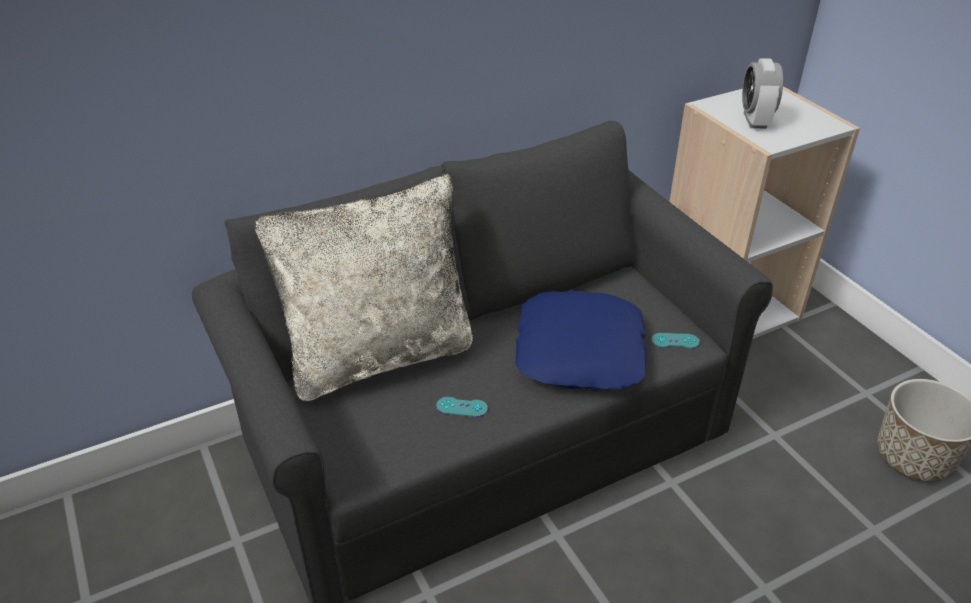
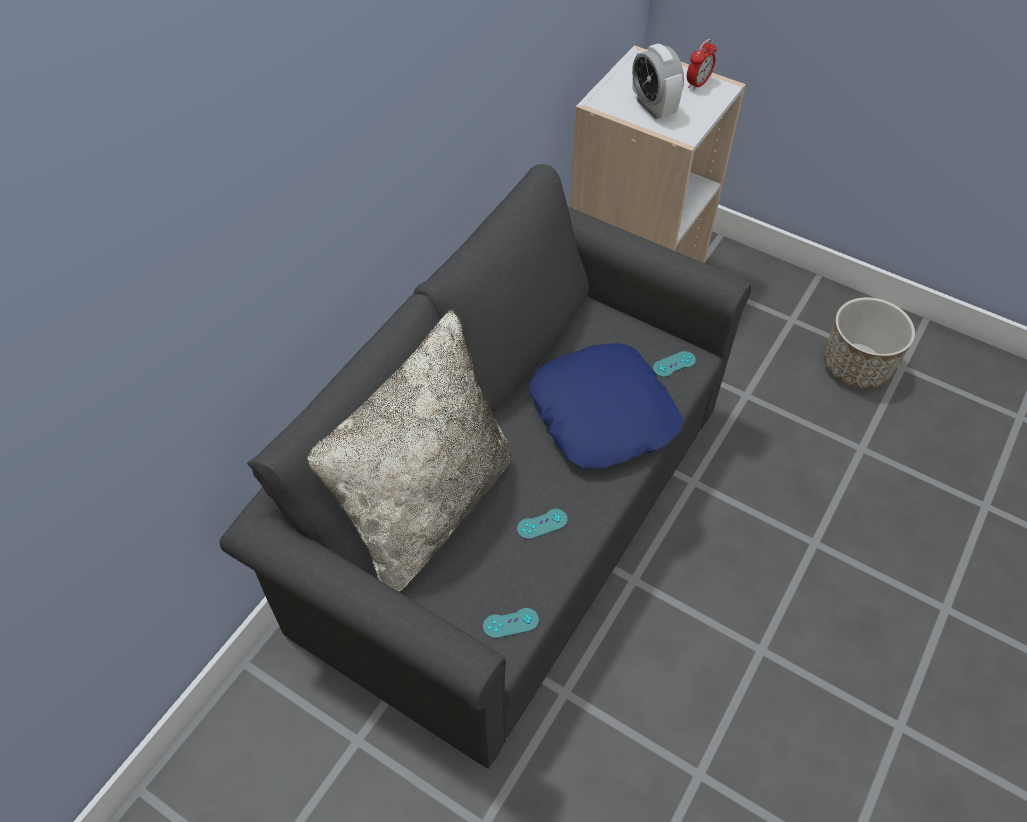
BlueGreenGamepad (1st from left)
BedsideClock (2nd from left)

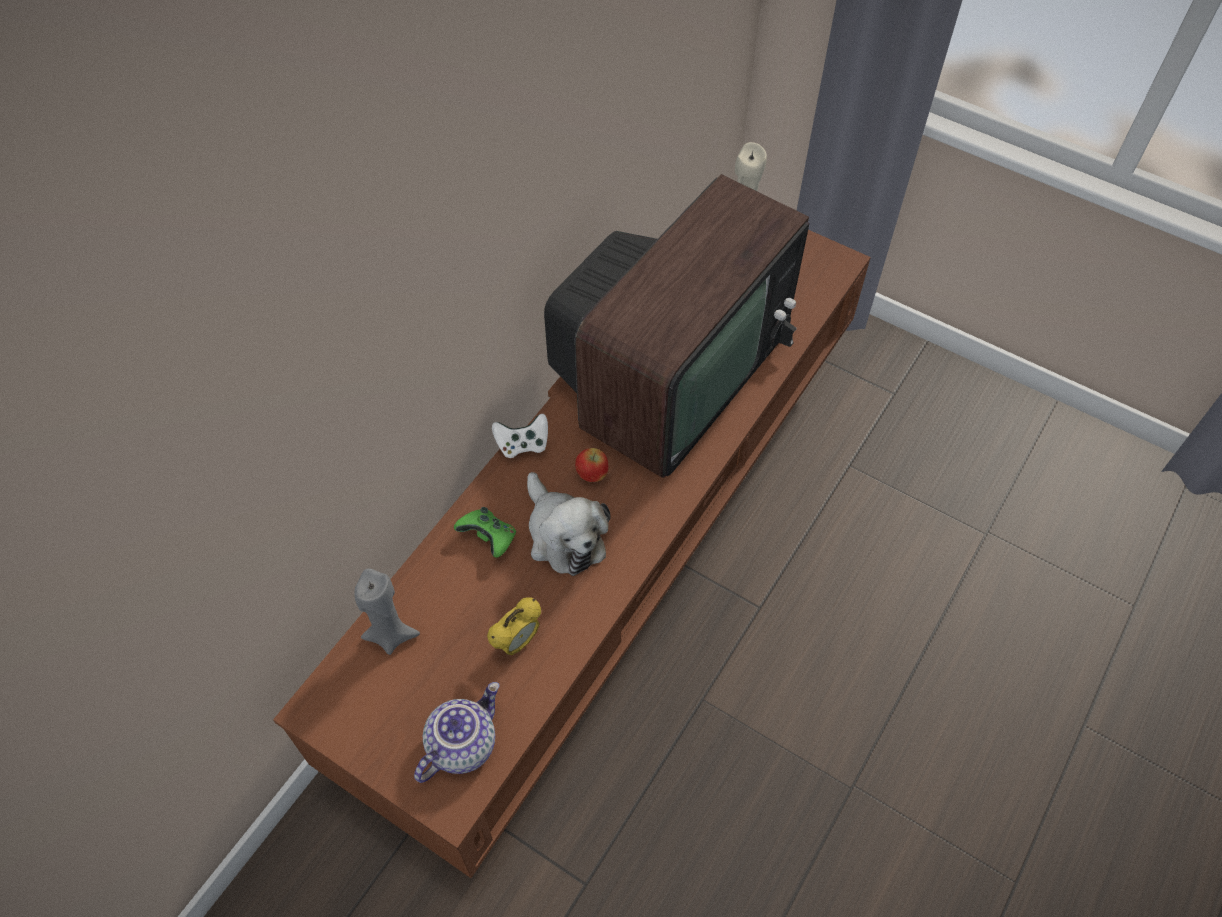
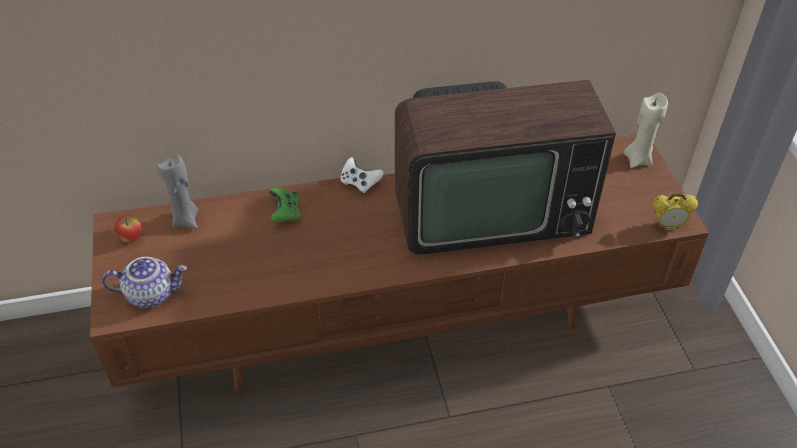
BedsideClock
SoftToy
WholeApple

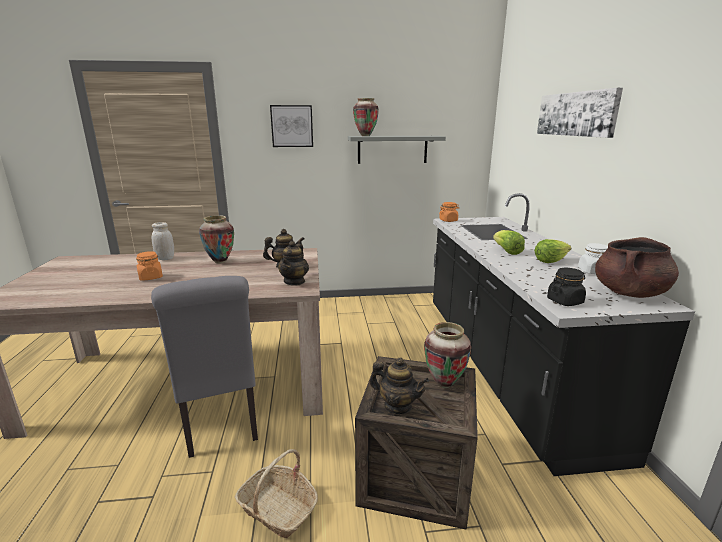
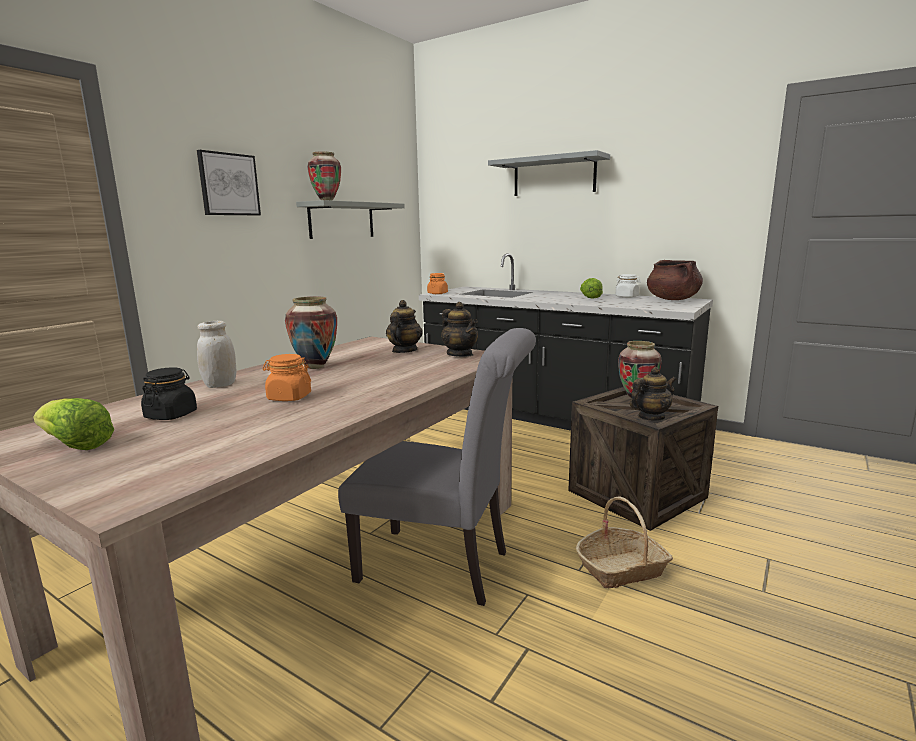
HeadOfLettuce (1st from left)
GrayShelf (2nd from left)
BlackStorageJar

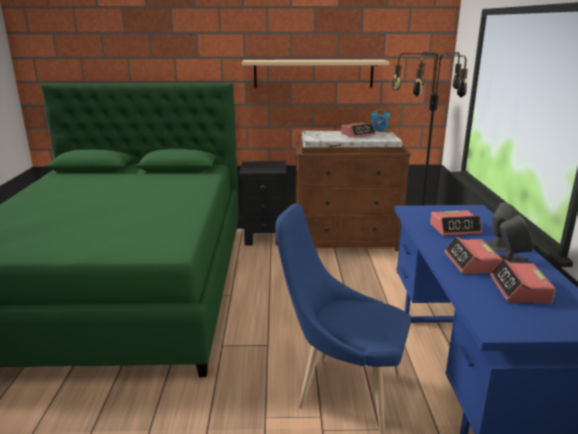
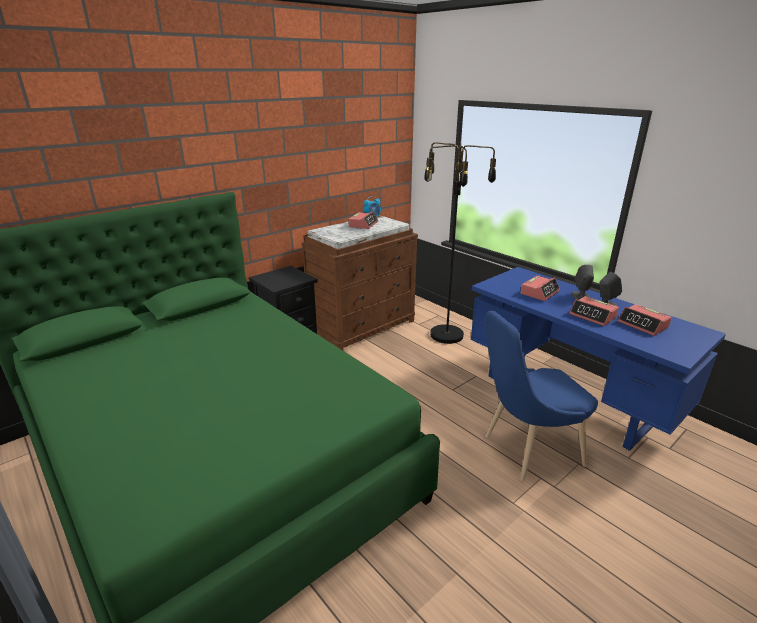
BeigeColouredShelf

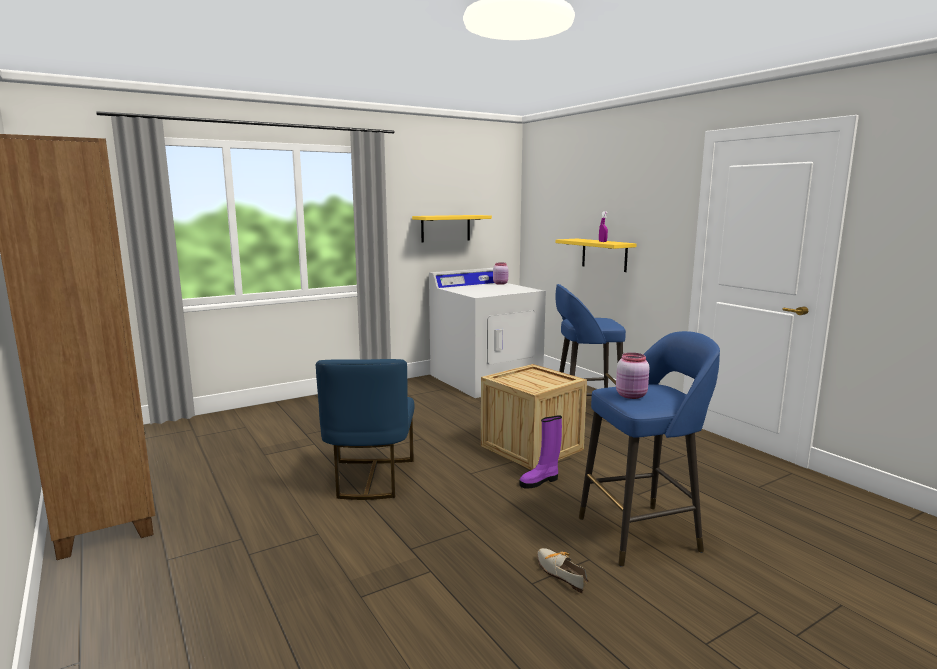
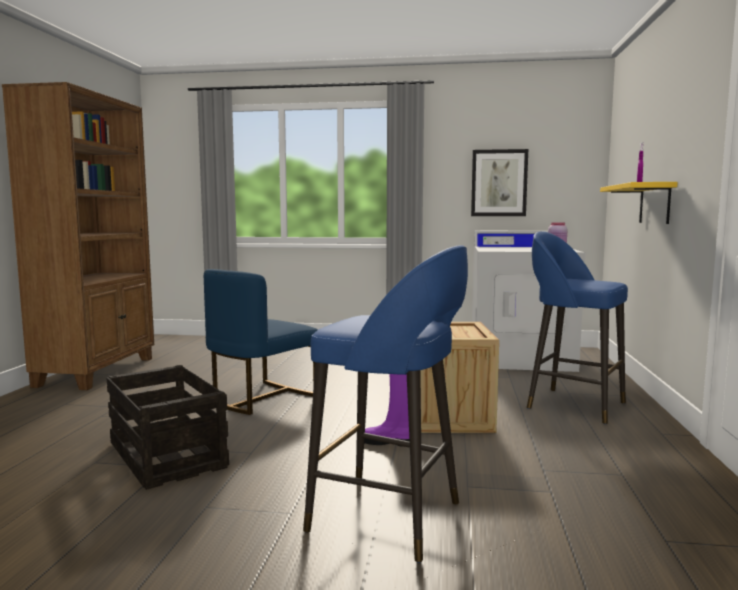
WallArt
Shoe
PinkColouredStorageJar (2nd from left in the first image)
ShippingCrate (1st from left)

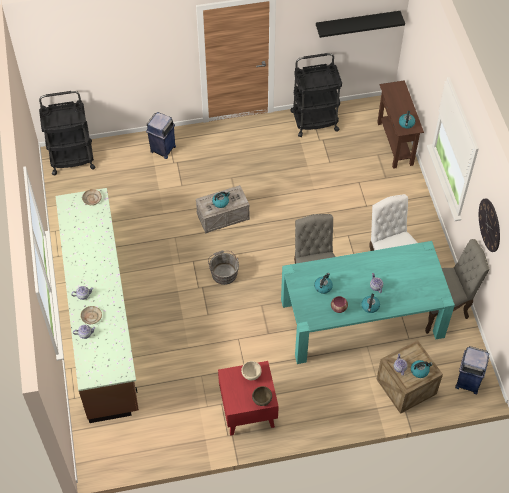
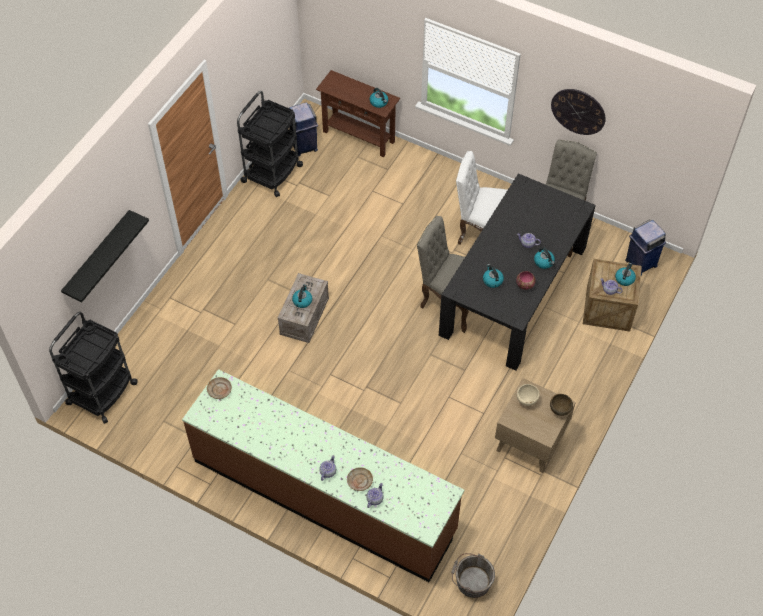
BlueColouredWasteBin (1st from left)
GrayBucket
BeigeColouredNightstand
BlackDiningTable
BlackShelf

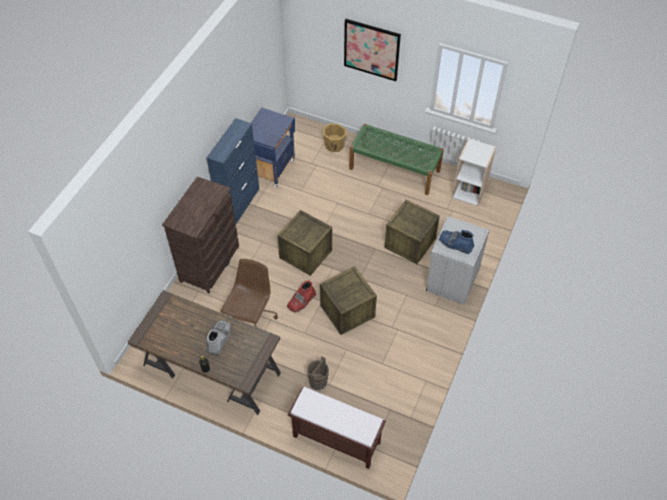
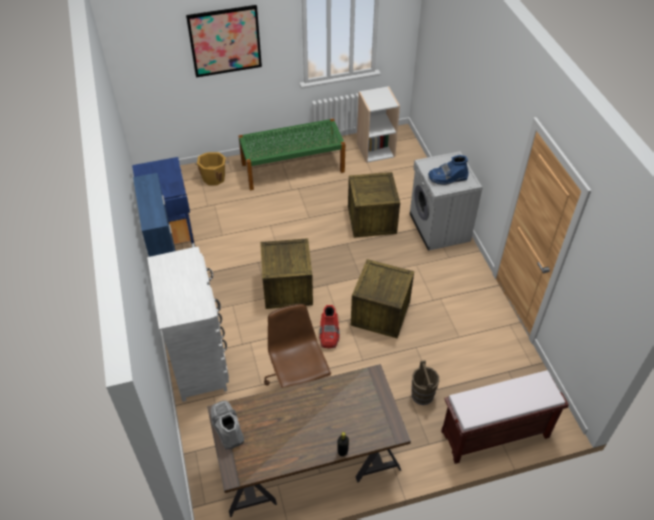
WhiteDresser
GrayBoot

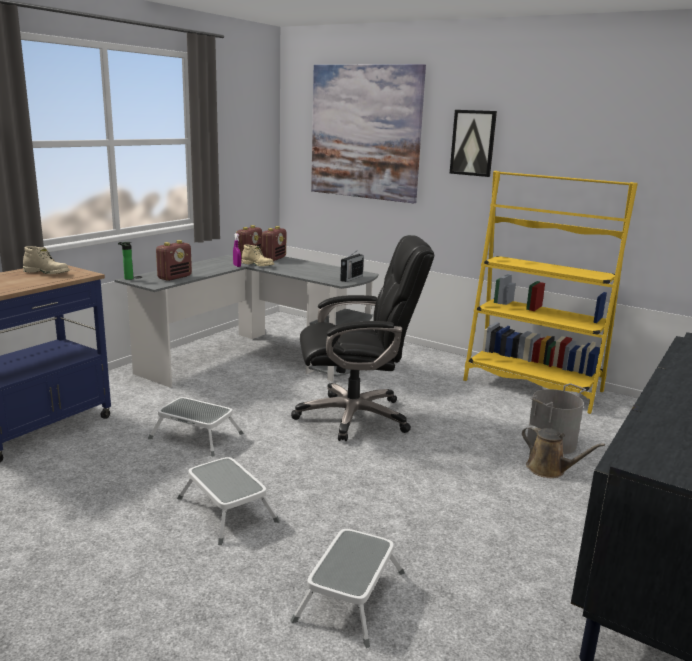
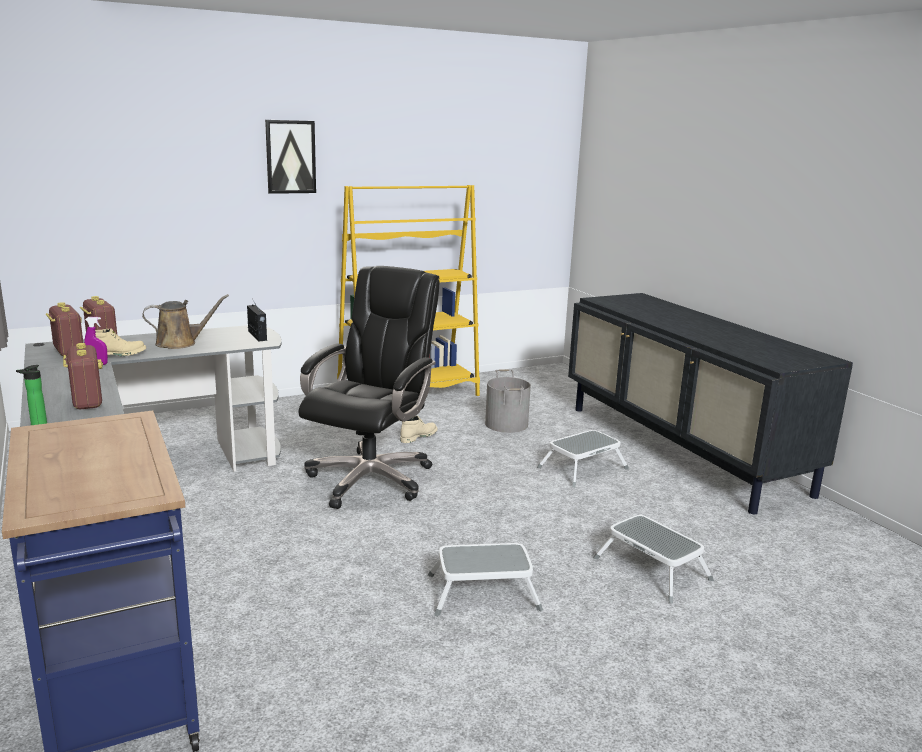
BeigeColouredBoot (2nd from left)
GrayStepStool (2nd from left)
WallArt (1st from left in the first image)
BrownColouredWateringPot

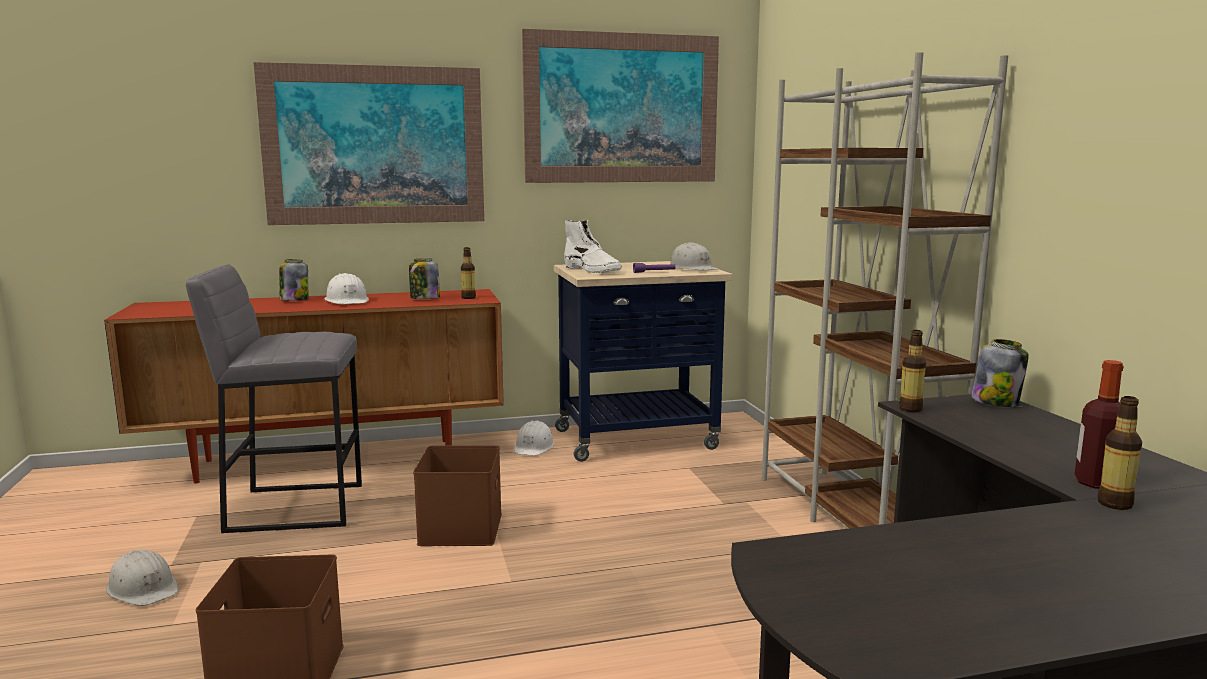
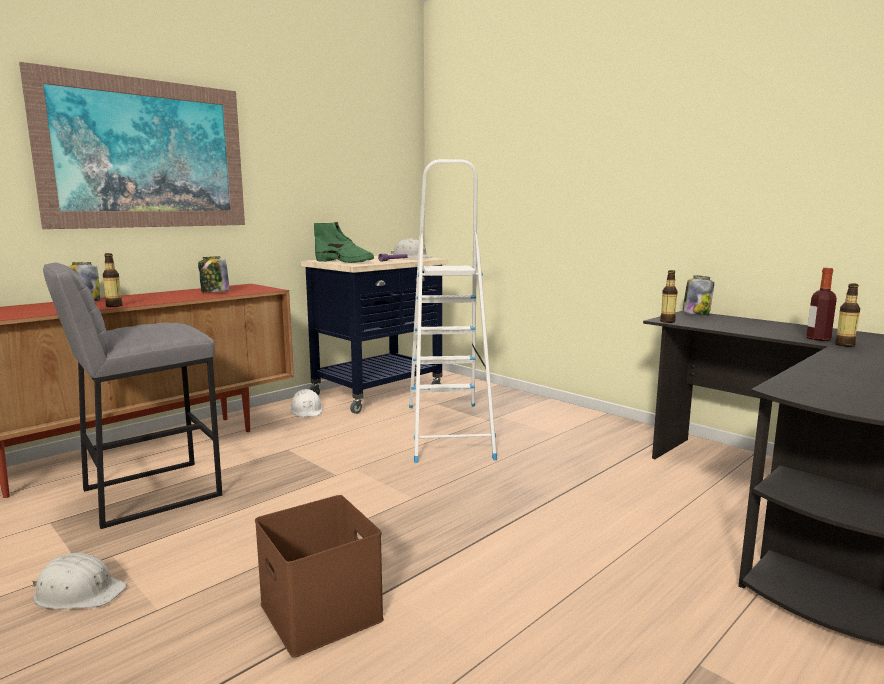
WhiteSafetyHelmet (2nd from left in the first image)
BrownColouredStorageBox (2nd from left in the first image)
BeverageBottle (1st from left)
WallArt (2nd from left in the first image)
GreenishBoot
BrownColouredBookcase
WhiteStepStool

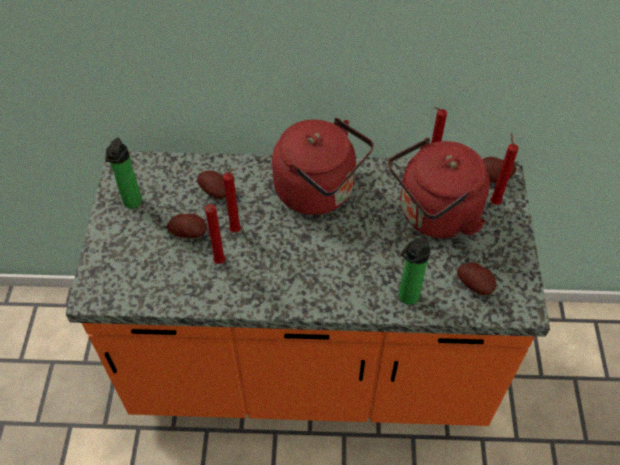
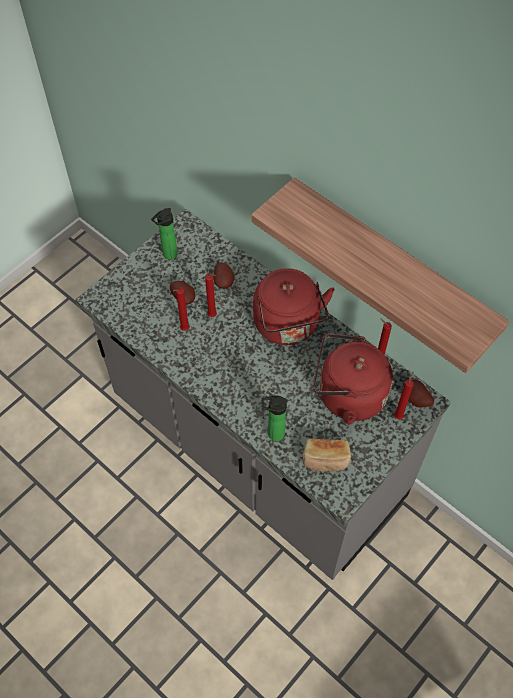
GrayKitchenBaseUnit
Bread
Shelf

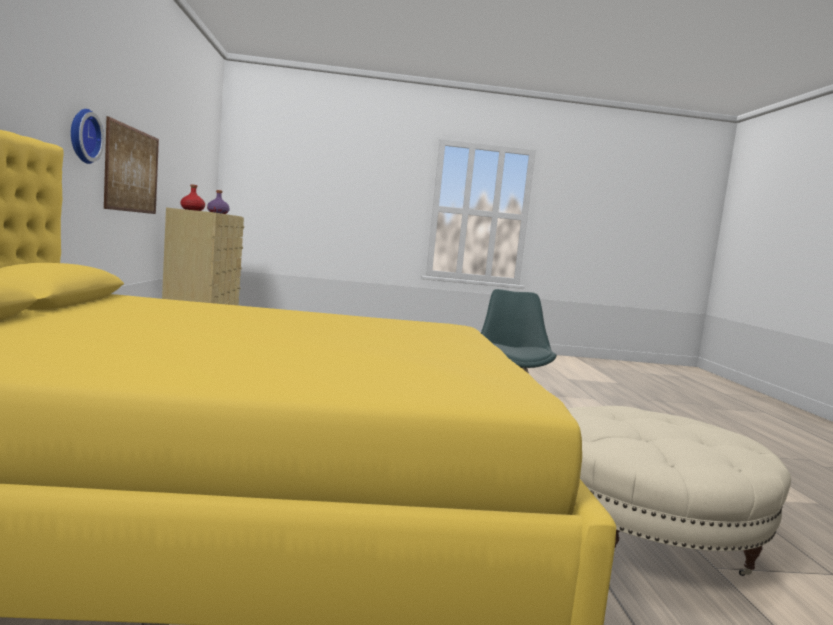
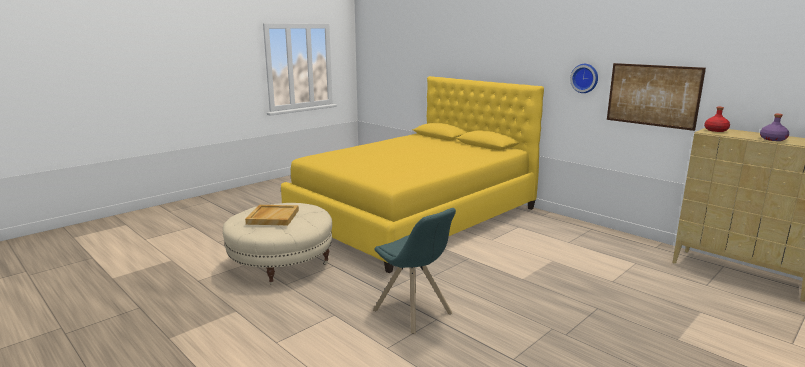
BeigeColouredServingTray

